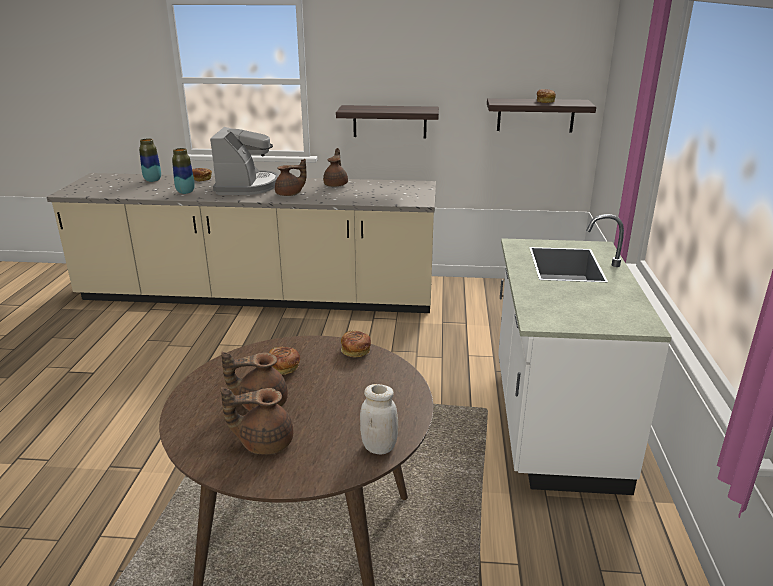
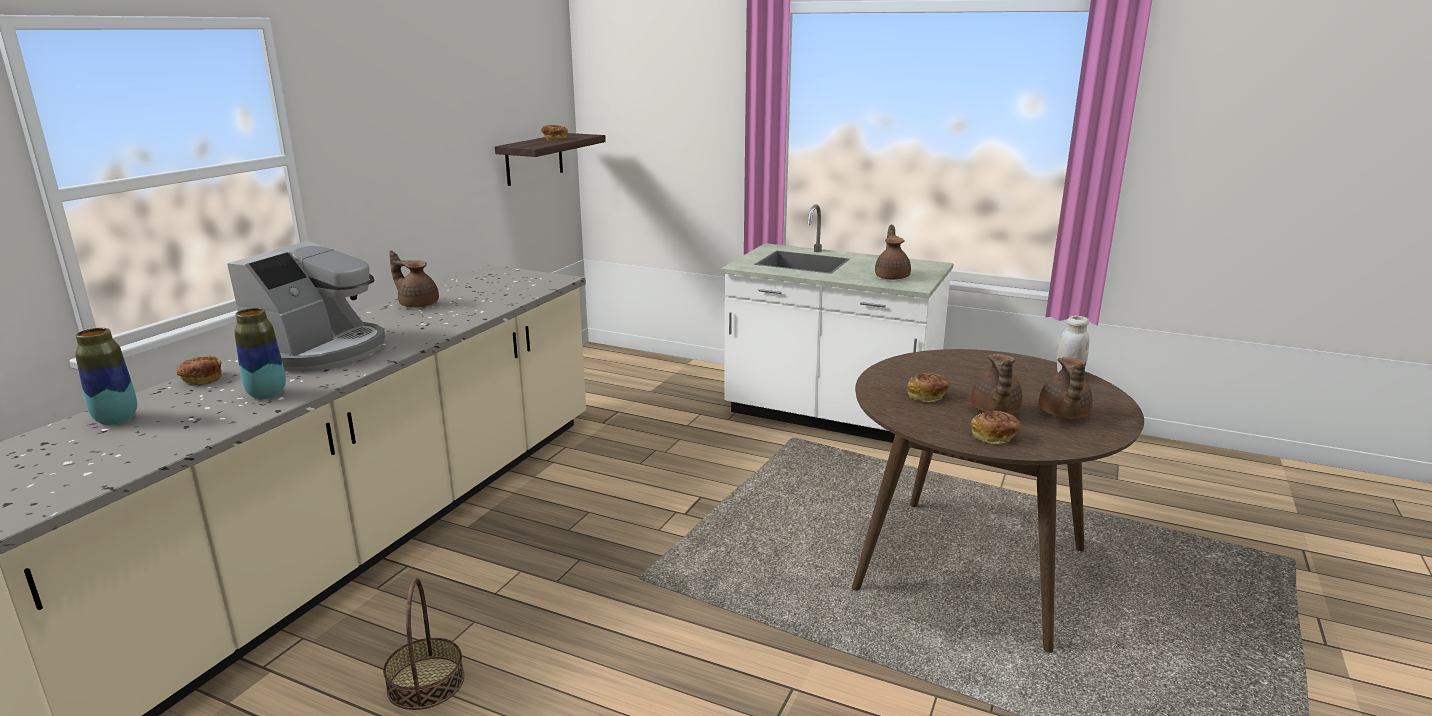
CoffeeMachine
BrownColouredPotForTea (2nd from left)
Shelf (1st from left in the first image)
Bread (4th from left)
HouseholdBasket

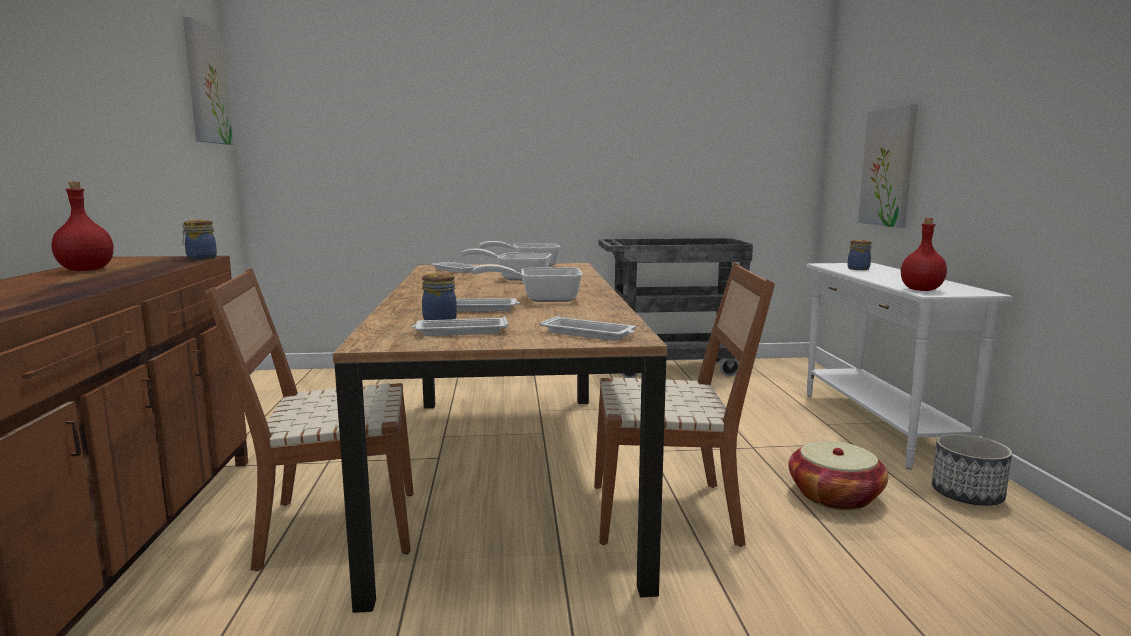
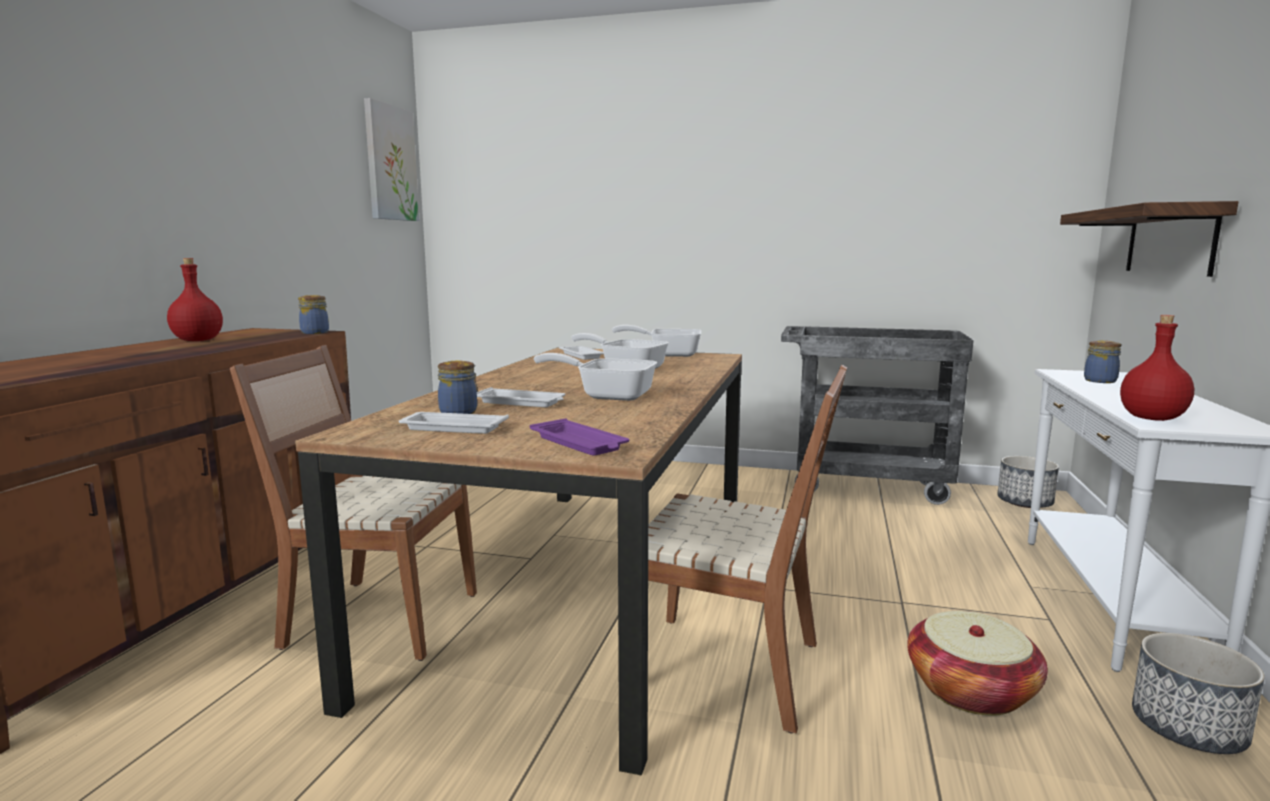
PurpleServingTray
Shelf
FlowerPot (1st from left)

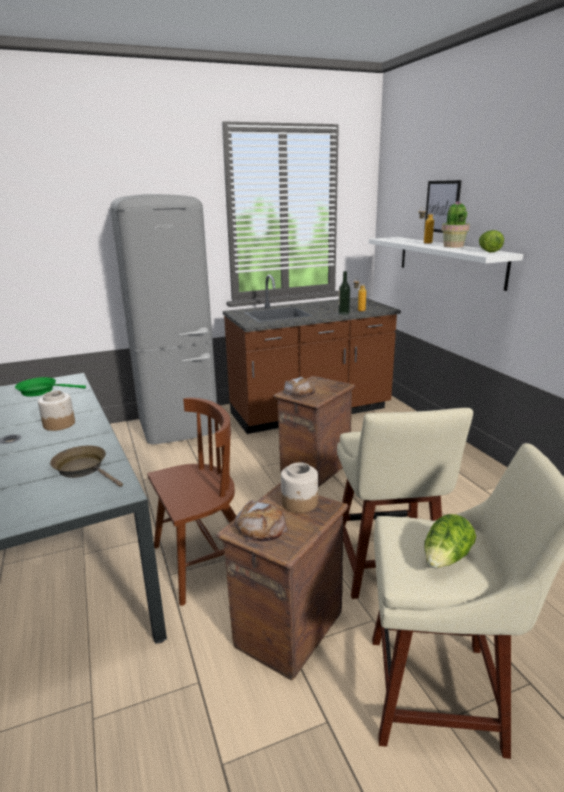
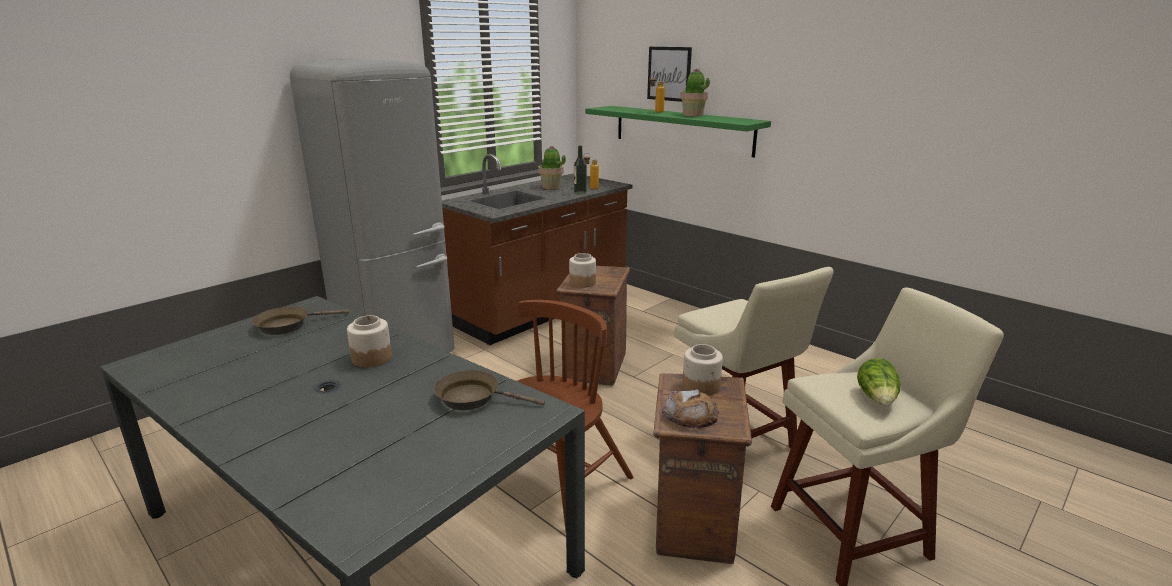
BrownColouredPan (1st from left)
StorageJar (2nd from left)
GreenishShelf
HeadOfLettuce (2nd from left in the first image)
PottedPlant (1st from left)

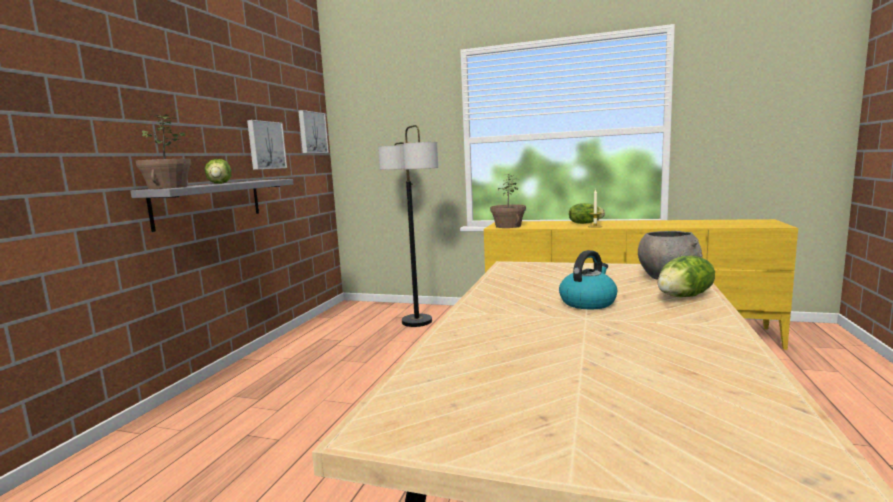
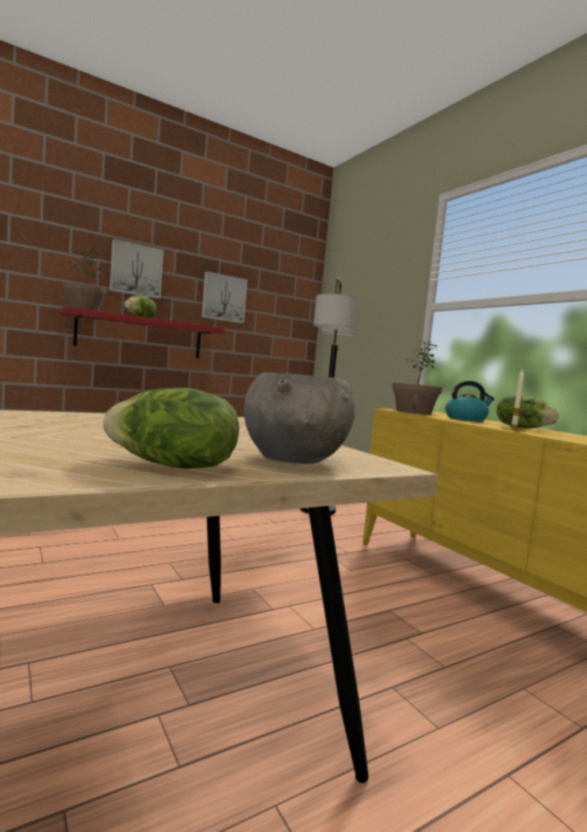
RedShelf
WallArt (1st from left)
Kettle

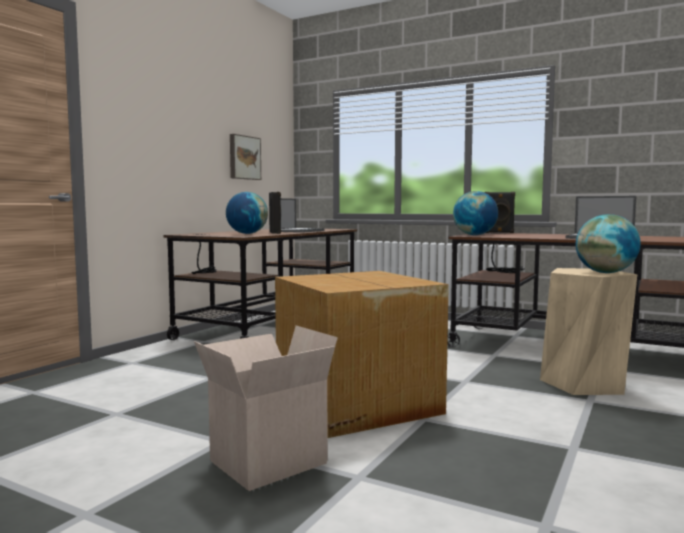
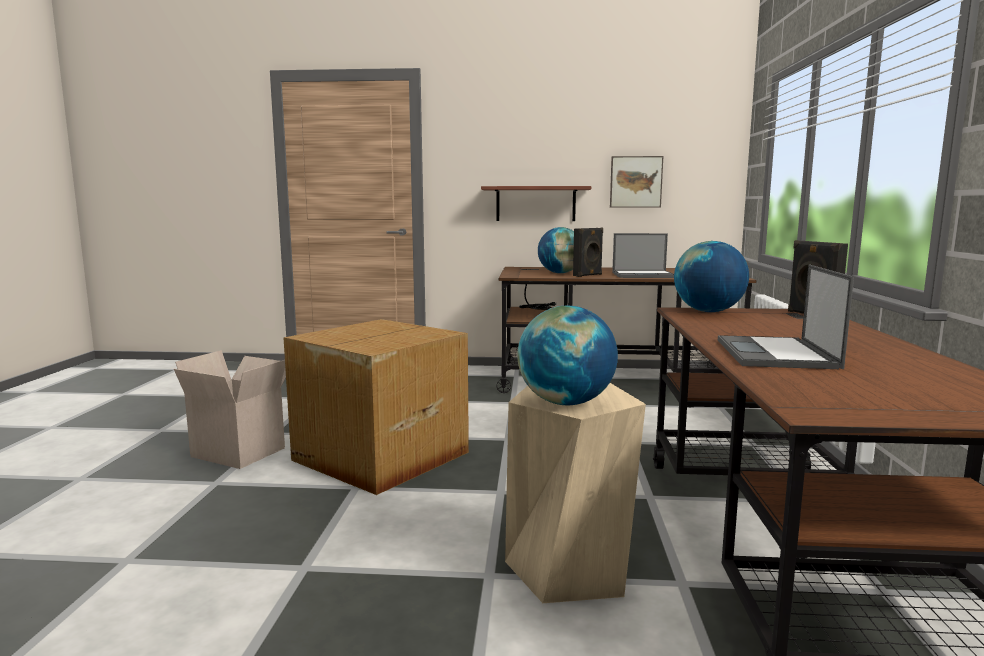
Shelf

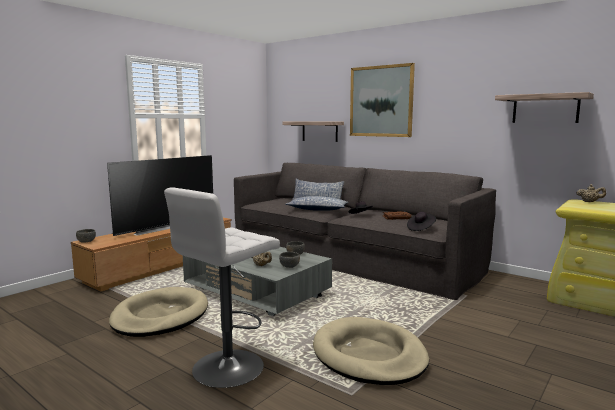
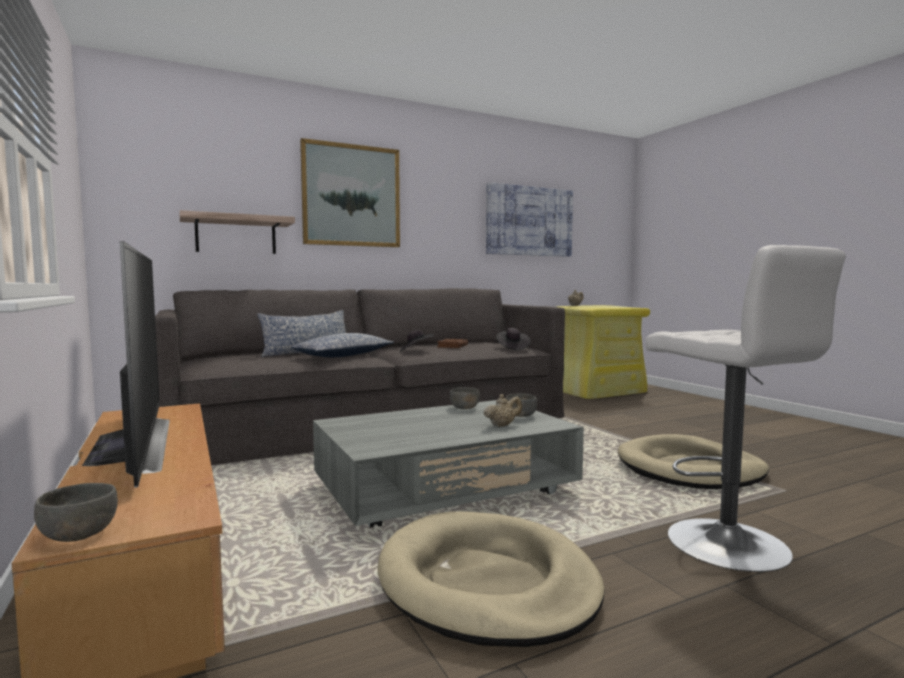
WallArt (2nd from left)

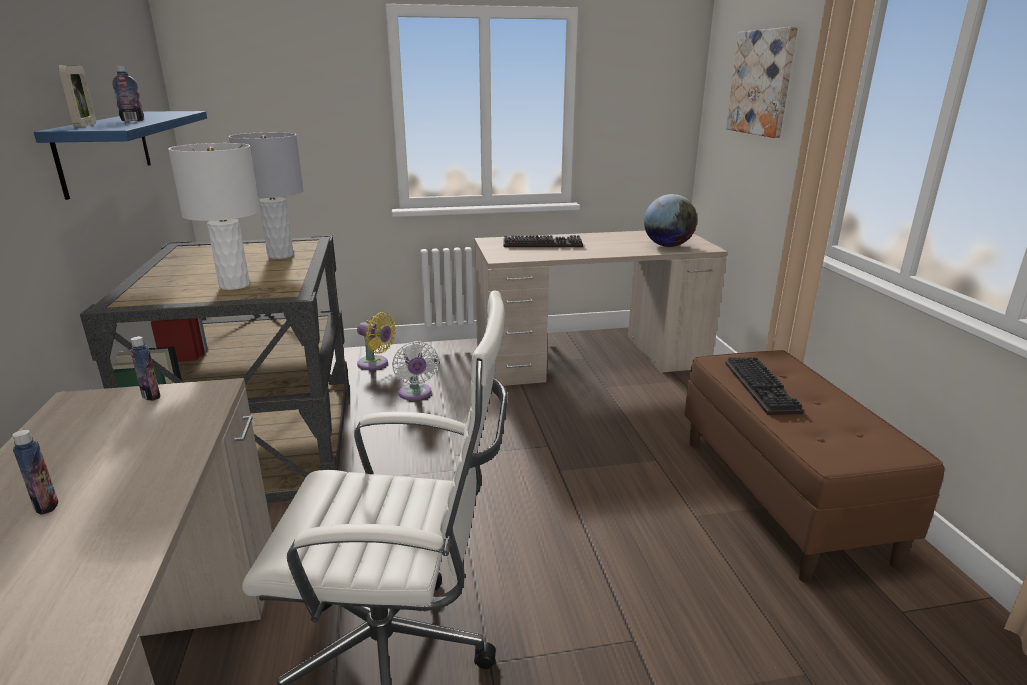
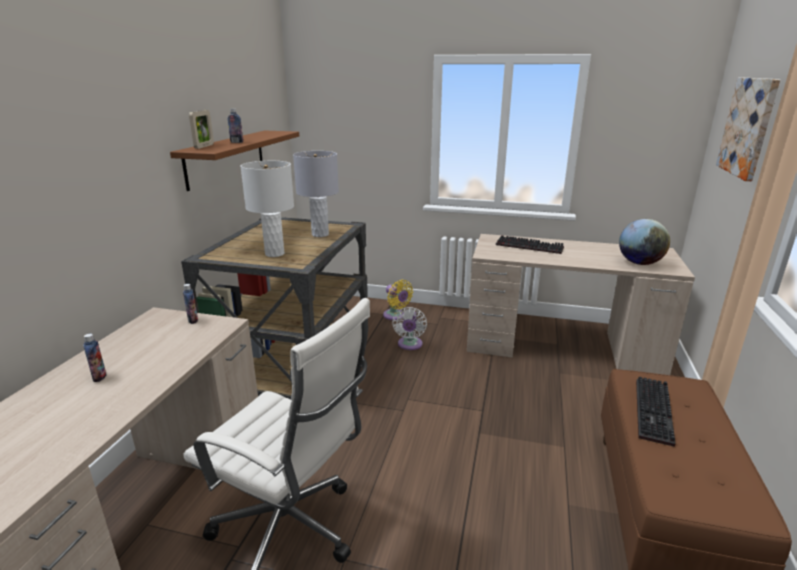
BrownColouredShelf

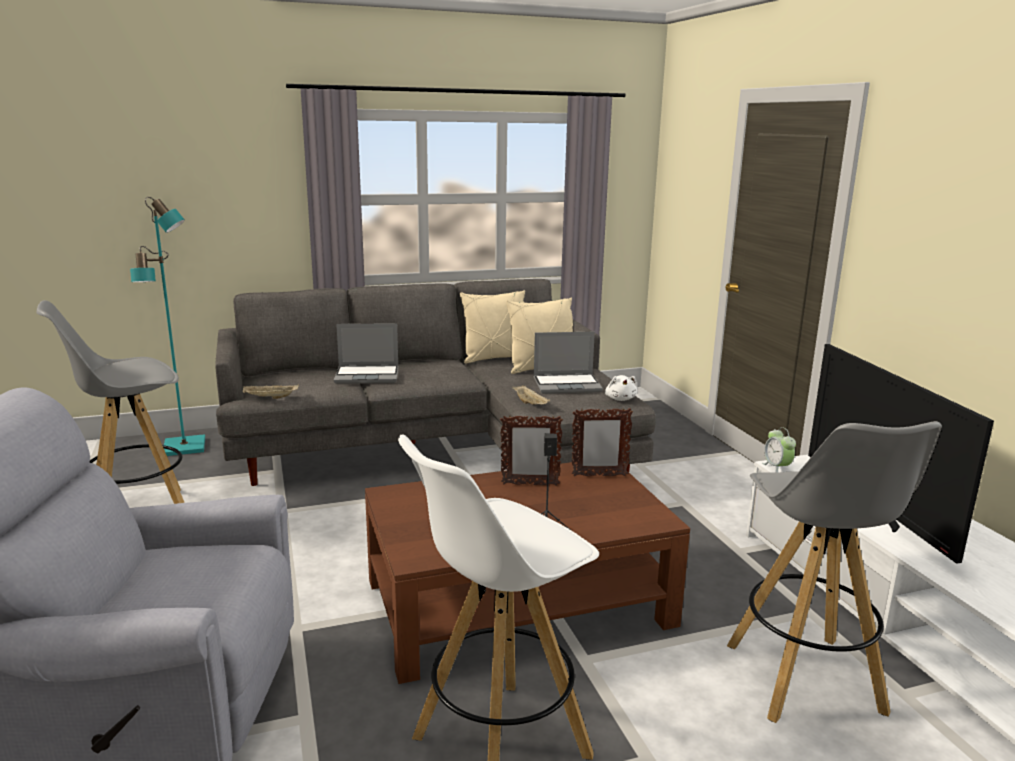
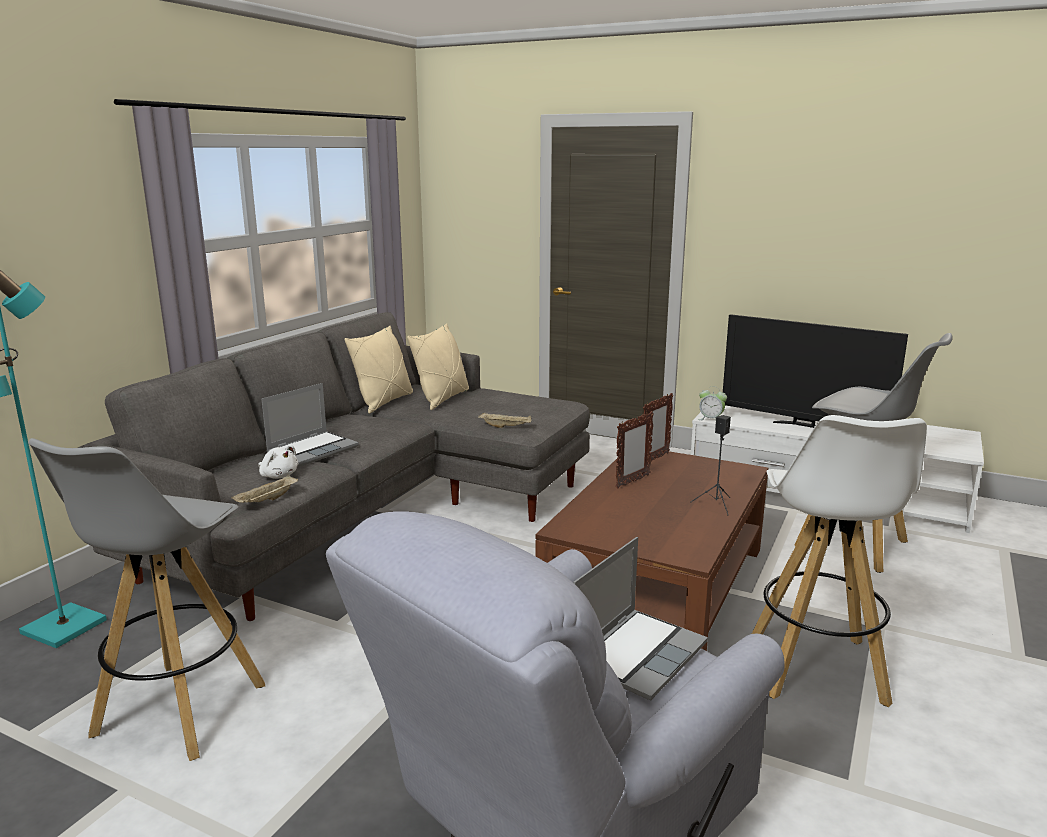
PortableComputer (2nd from left)
WhiteSoftToy

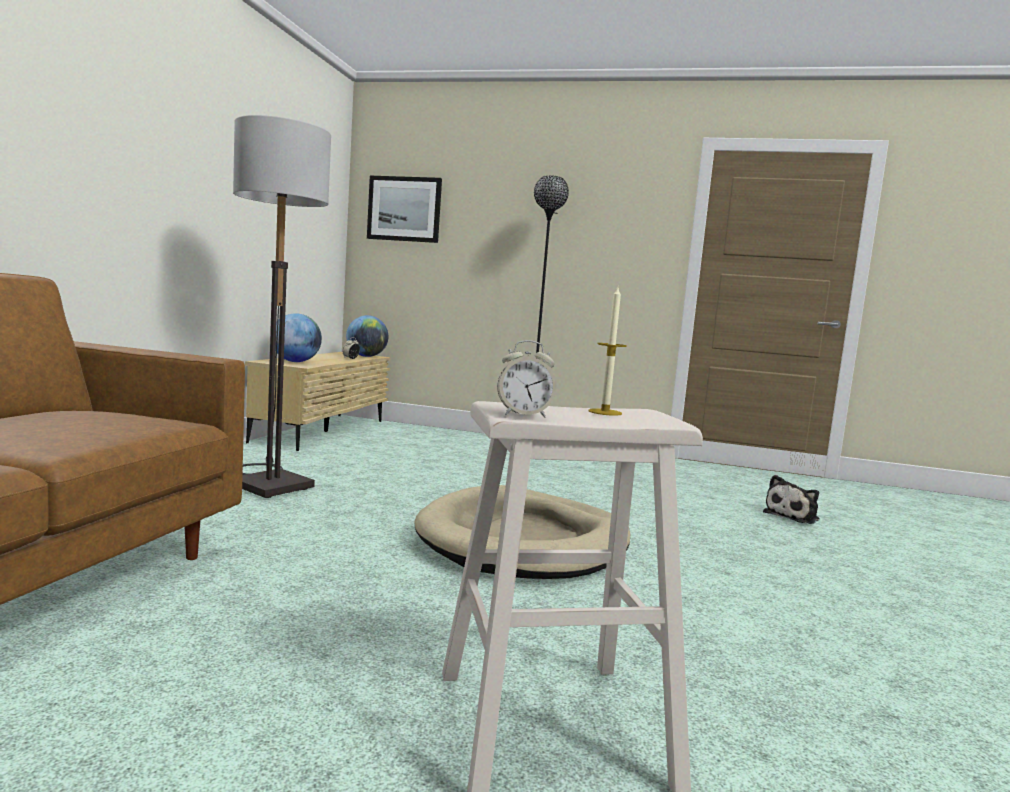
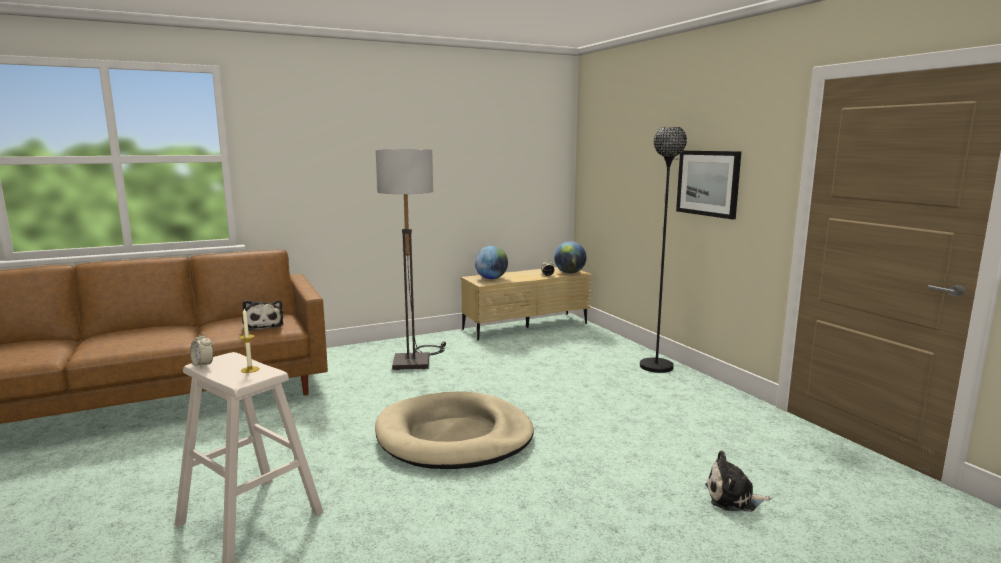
WallArt
SoftToy (1st from left)

